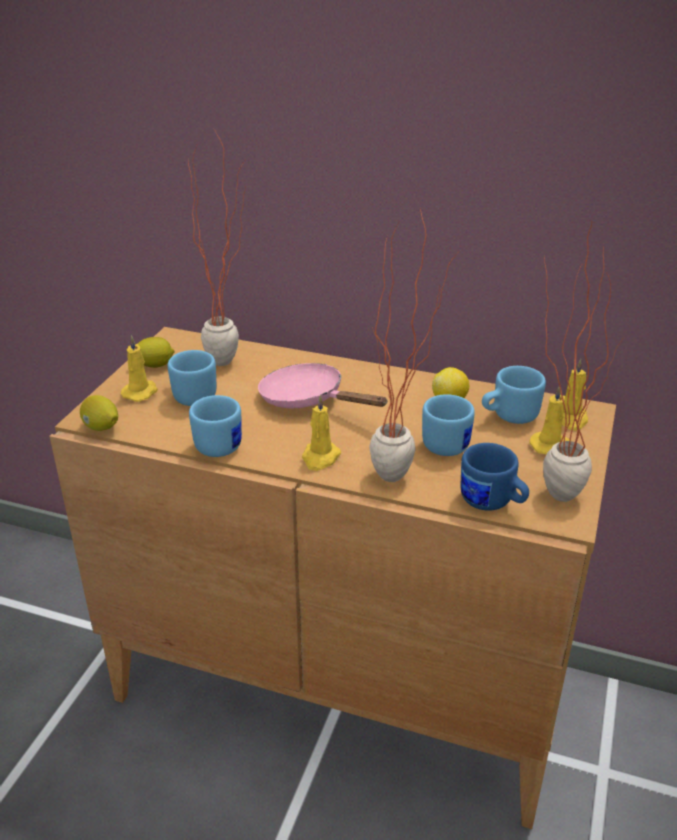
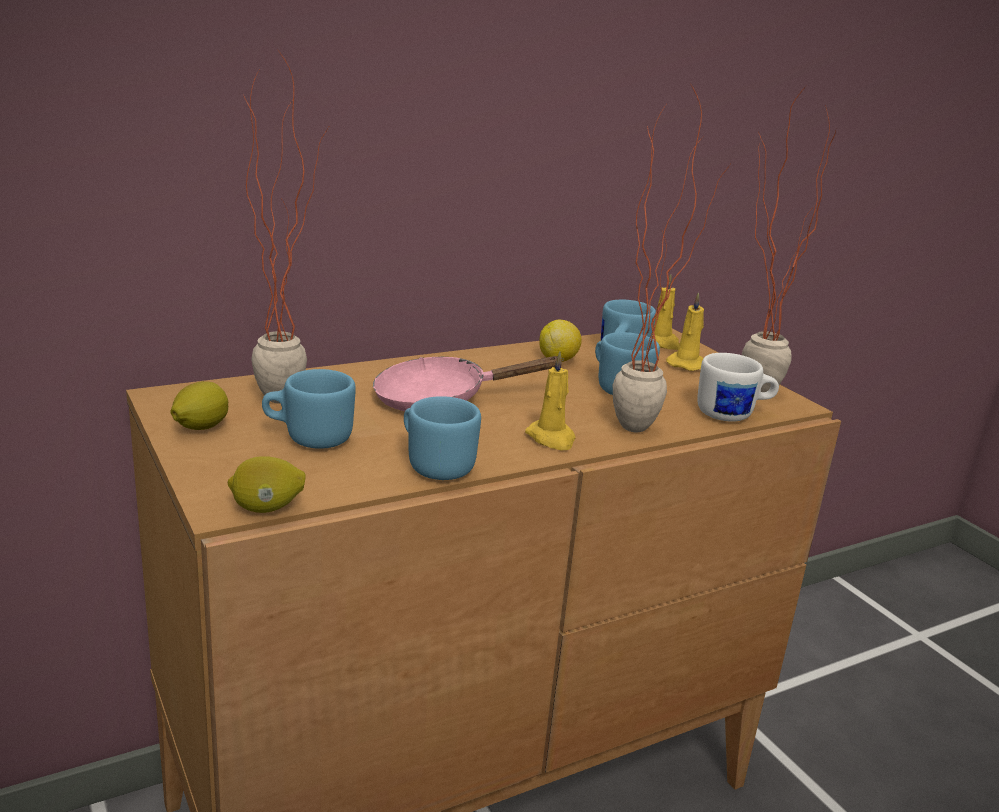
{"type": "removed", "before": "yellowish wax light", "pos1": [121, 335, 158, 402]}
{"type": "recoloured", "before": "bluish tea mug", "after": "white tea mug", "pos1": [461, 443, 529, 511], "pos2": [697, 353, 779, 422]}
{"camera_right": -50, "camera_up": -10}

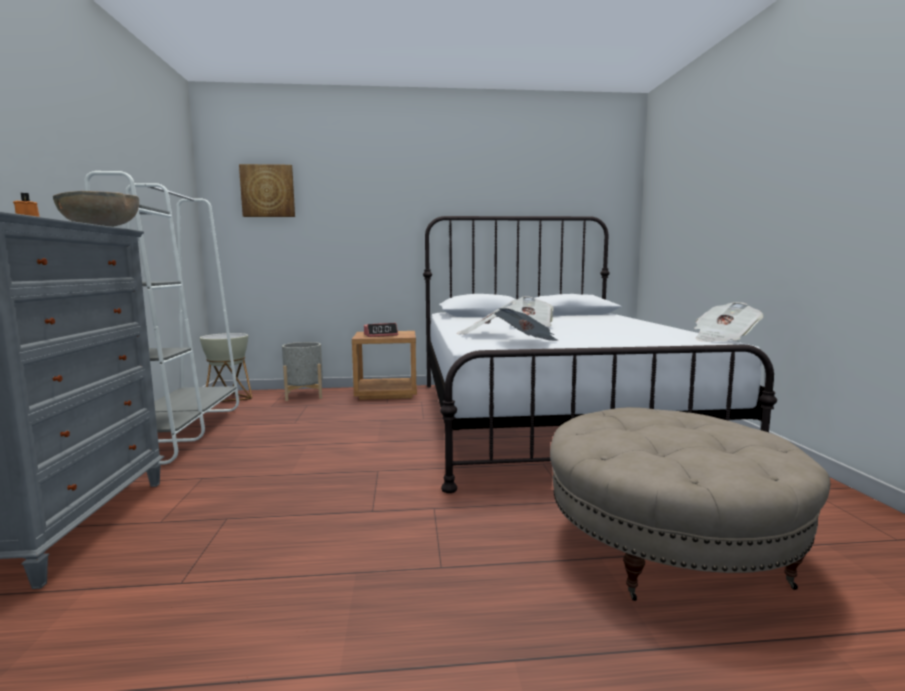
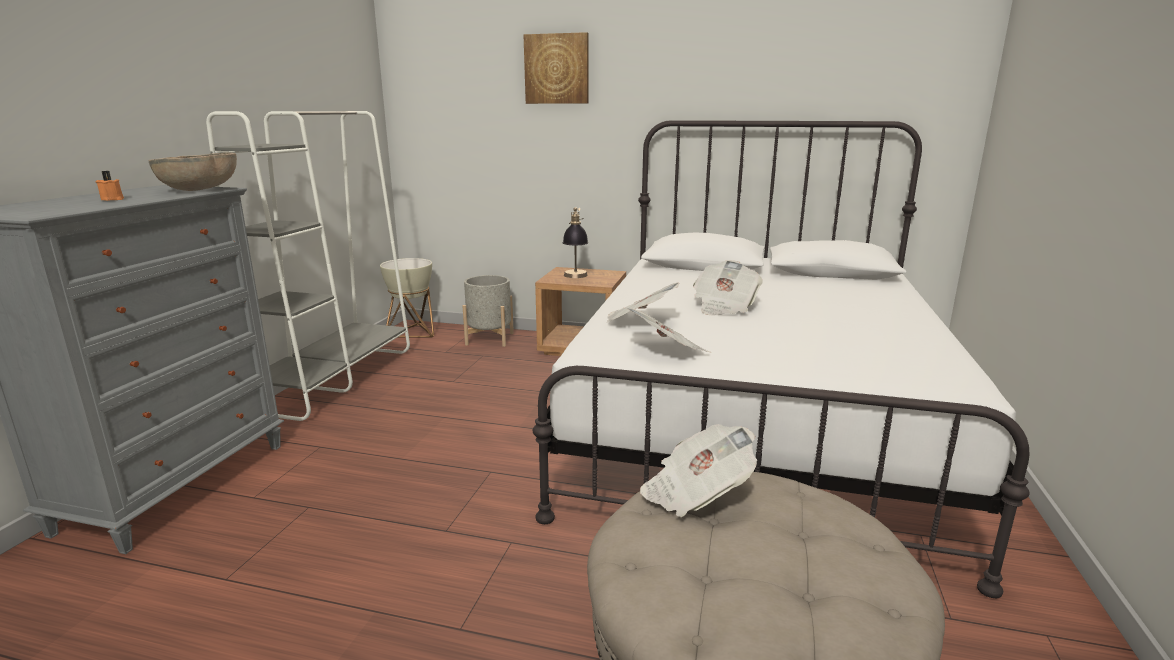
{"type": "moved", "before": "wall picture", "pos1": [239, 164, 295, 217], "pos2": [523, 32, 589, 104]}
{"type": "moved", "before": "daily paper", "pos1": [694, 302, 764, 342], "pos2": [640, 424, 757, 517]}
{"type": "replaced", "before": "table clock", "after": "lamp for a table", "pos1": [364, 323, 398, 337], "pos2": [563, 207, 588, 278]}
{"camera_right": 20, "camera_up": 10}

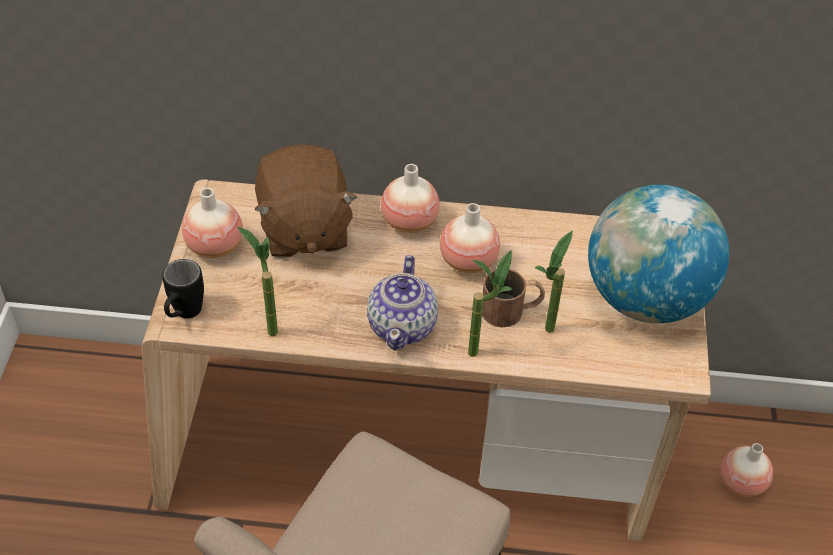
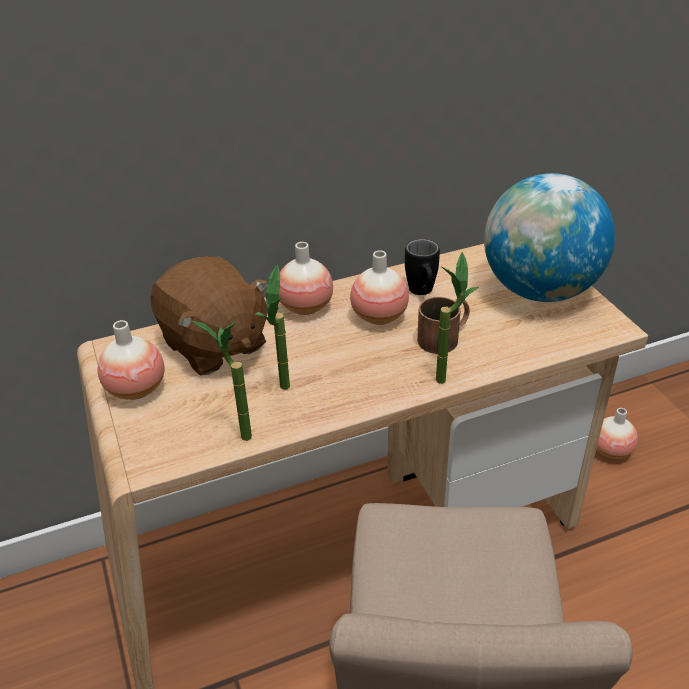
{"type": "moved", "before": "houseplant", "pos1": [534, 230, 573, 333], "pos2": [255, 264, 290, 389]}
{"type": "removed", "before": "pot for tea", "pos1": [367, 255, 438, 351]}
{"type": "moved", "before": "black-coloured tea mug", "pos1": [162, 259, 204, 318], "pos2": [405, 239, 440, 295]}
{"camera_right": -25, "camera_up": -10}

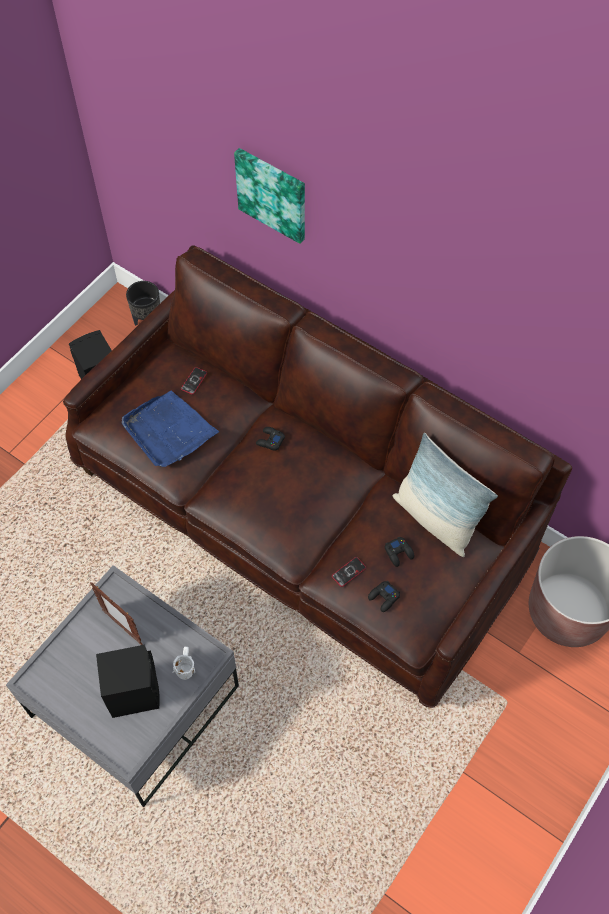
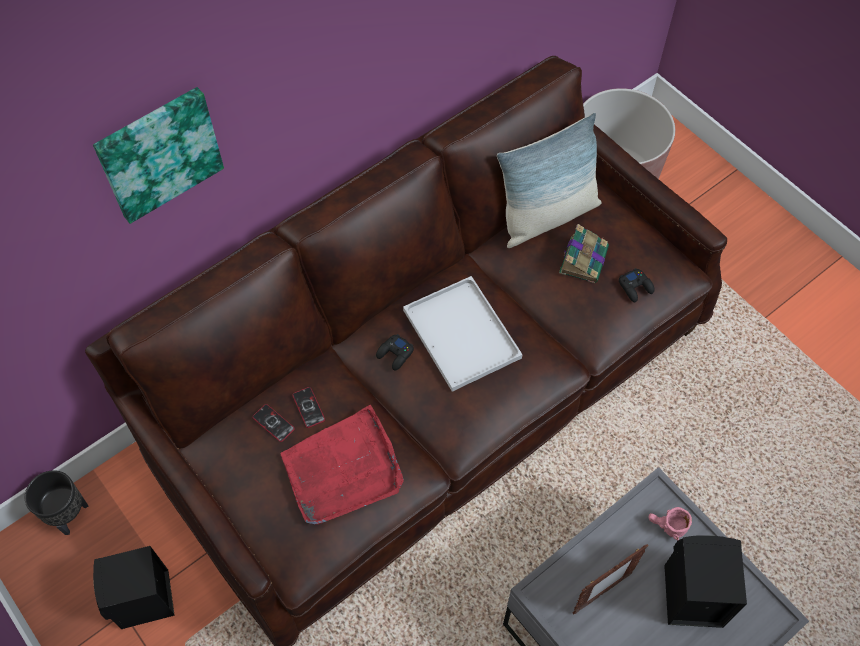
{"type": "recoloured", "before": "bluish tray", "after": "red tray", "pos1": [122, 391, 219, 467], "pos2": [280, 405, 404, 524]}
{"type": "replaced", "before": "black-coloured game controller", "after": "bound book", "pos1": [385, 537, 414, 567], "pos2": [559, 224, 609, 283]}
{"type": "moved", "before": "handset", "pos1": [332, 557, 366, 587], "pos2": [292, 387, 325, 428]}
{"type": "recoloured", "before": "white tea mug", "after": "pink tea mug", "pos1": [172, 647, 195, 680], "pos2": [649, 507, 692, 540]}
{"type": "added", "after": "white tray", "pos2": [403, 276, 523, 392]}
{"camera_right": -75, "camera_up": 0}

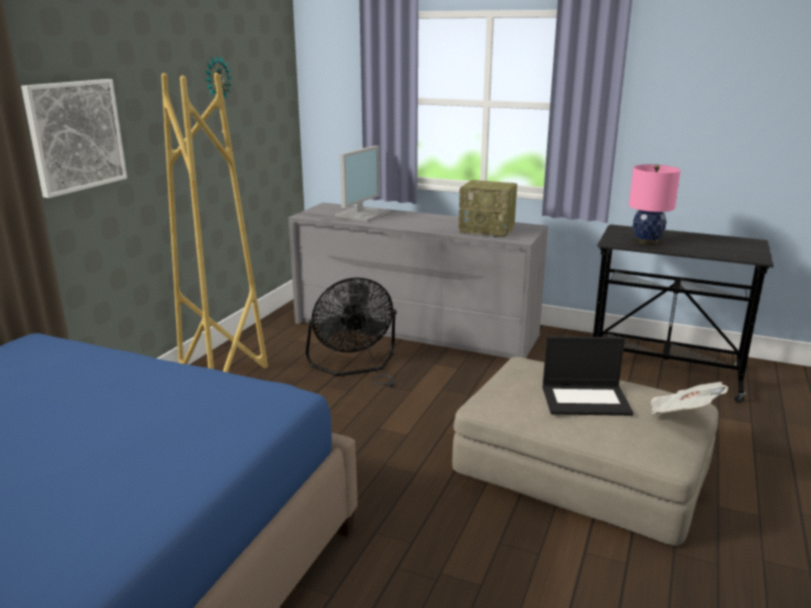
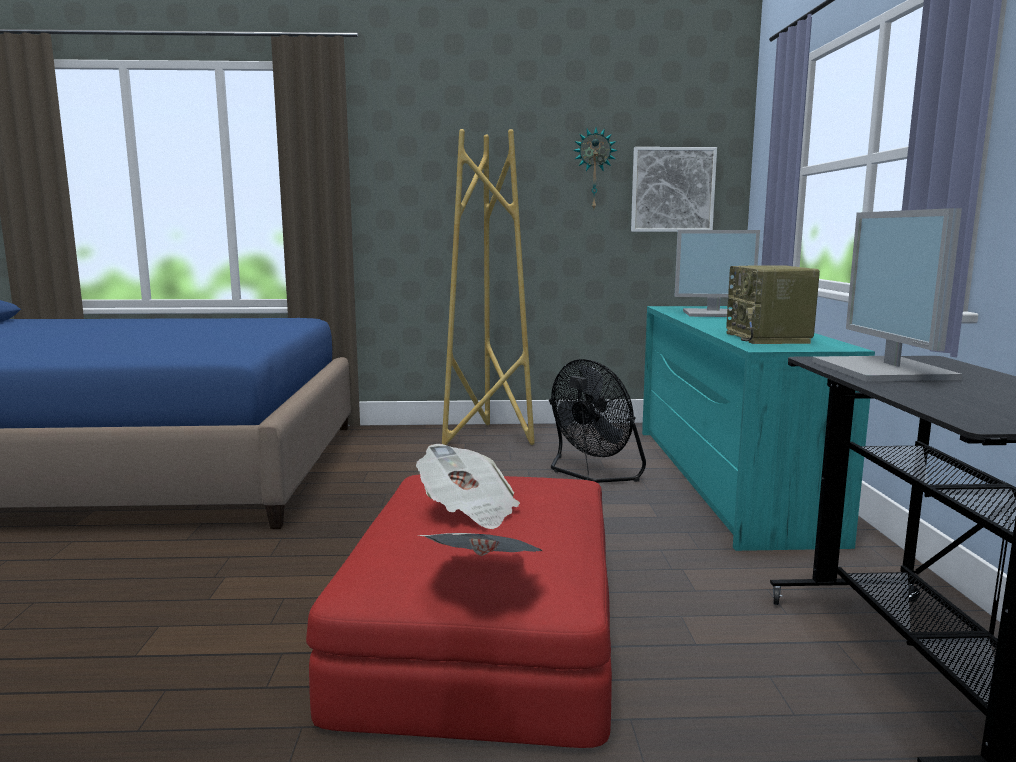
{"type": "moved", "before": "wall picture", "pos1": [21, 79, 127, 198], "pos2": [631, 147, 717, 232]}
{"type": "replaced", "before": "pink lamp for a table", "after": "monitor", "pos1": [629, 164, 681, 245], "pos2": [812, 208, 962, 381]}
{"type": "recoloured", "before": "gray dresser", "after": "blue-green dresser", "pos1": [288, 203, 548, 358], "pos2": [642, 306, 875, 551]}
{"type": "replaced", "before": "laptop", "after": "daily paper", "pos1": [542, 336, 634, 416], "pos2": [416, 444, 520, 529]}
{"type": "recoloured", "before": "sand-coloured pouffe", "after": "red pouffe", "pos1": [452, 357, 719, 546], "pos2": [306, 475, 612, 748]}
{"camera_right": 65, "camera_up": -10}

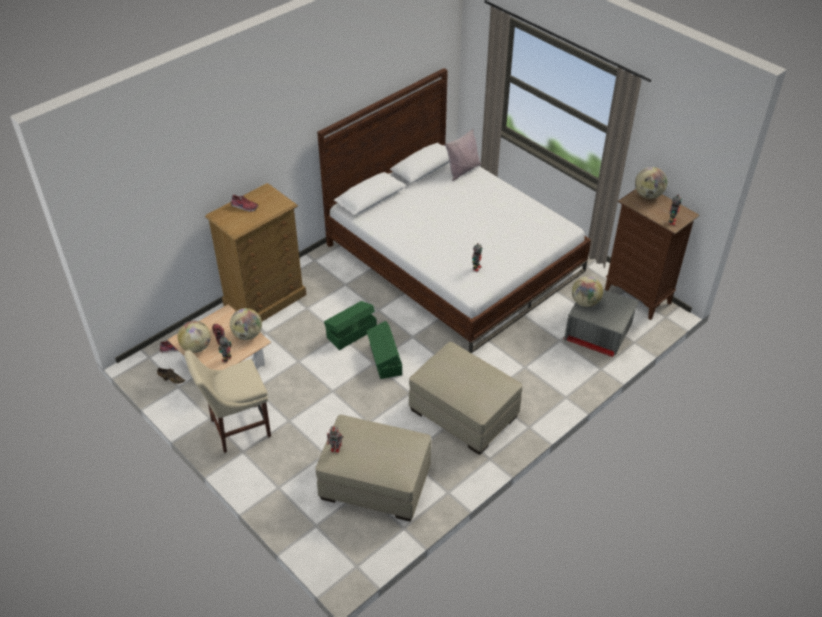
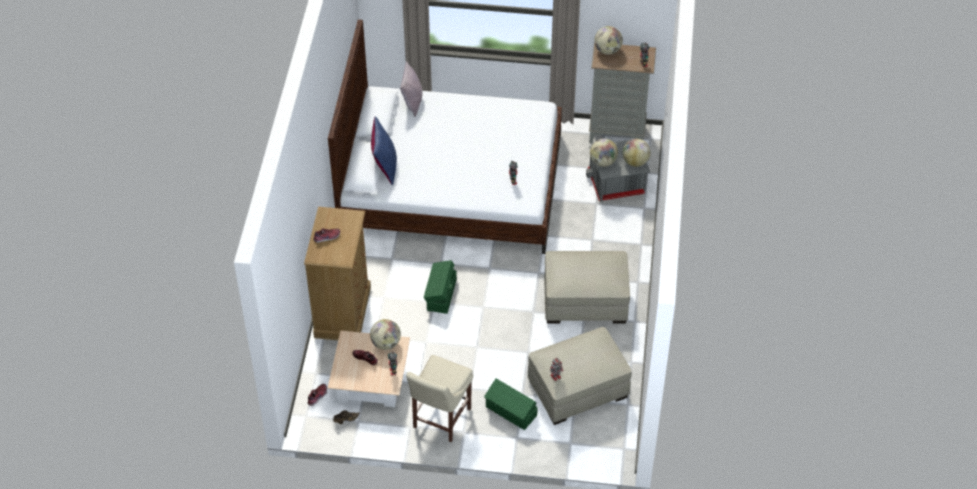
{"type": "recoloured", "before": "brown dresser", "after": "gray dresser", "pos1": [605, 189, 699, 320], "pos2": [589, 43, 656, 144]}
{"type": "moved", "before": "desk globe", "pos1": [178, 321, 211, 353], "pos2": [622, 139, 651, 167]}
{"type": "moved", "before": "greenish storage box", "pos1": [367, 321, 402, 379], "pos2": [484, 379, 538, 430]}
{"type": "added", "after": "bluish pillow", "pos2": [371, 116, 397, 185]}
{"camera_right": -40, "camera_up": 5}

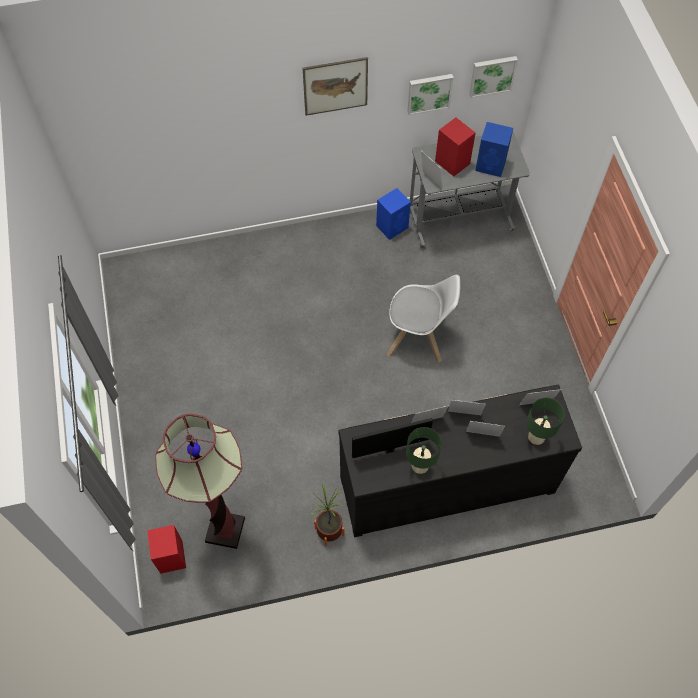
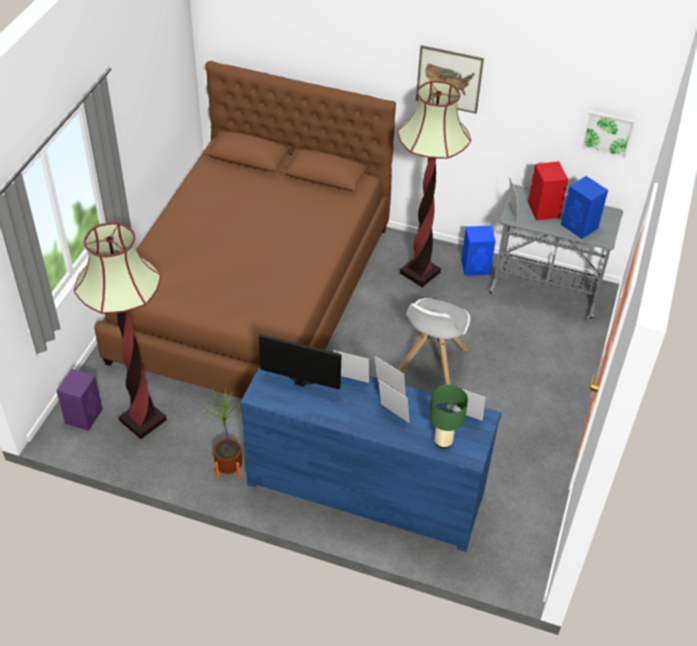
{"type": "removed", "before": "wall picture", "pos1": [407, 74, 454, 115]}
{"type": "turned", "before": "plain chair", "pos1": [386, 275, 460, 362], "pos2": [398, 298, 470, 385], "turn": 75}
{"type": "recoloured", "before": "black-coloured dresser", "after": "bluish dresser", "pos1": [338, 385, 582, 537], "pos2": [240, 366, 501, 552]}
{"type": "removed", "before": "greenish lamp for a table", "pos1": [406, 427, 442, 474]}
{"type": "recoloured", "before": "red speaker", "after": "purplish speaker", "pos1": [147, 525, 186, 574], "pos2": [56, 369, 103, 431]}
{"type": "added", "after": "brown sleeping bed", "pos2": [94, 61, 396, 399]}
{"type": "added", "after": "standing lamp", "pos2": [398, 81, 471, 287]}
{"camera_right": 30, "camera_up": -15}

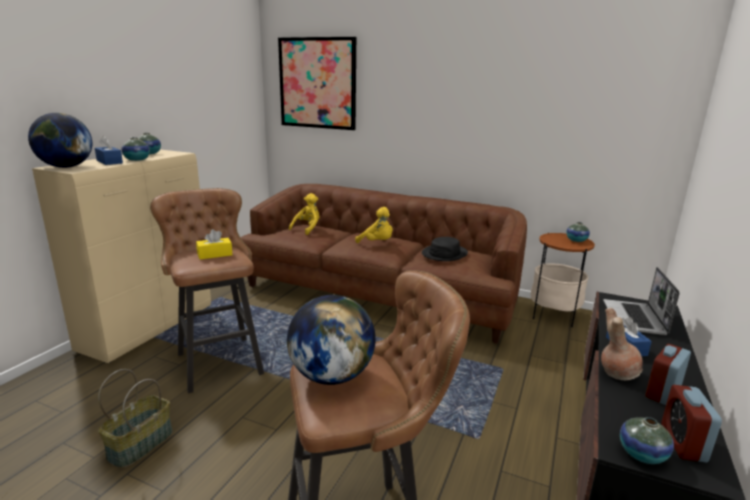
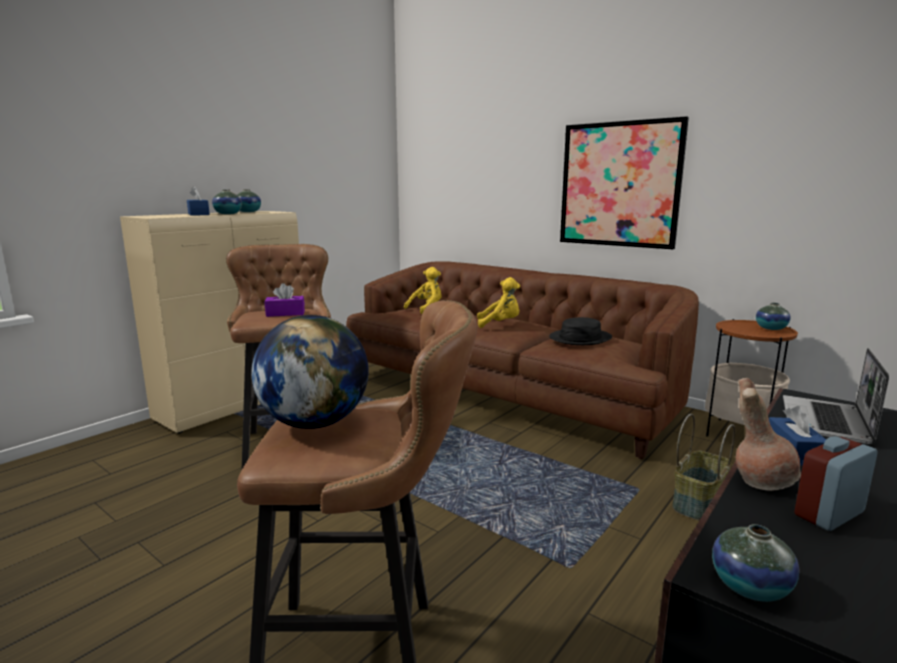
{"type": "moved", "before": "wall picture", "pos1": [278, 37, 356, 130], "pos2": [560, 116, 689, 249]}
{"type": "removed", "before": "desk globe", "pos1": [28, 113, 92, 168]}
{"type": "turned", "before": "yellowish soft toy", "pos1": [355, 207, 393, 243], "pos2": [477, 277, 520, 328], "turn": -45}
{"type": "recoloured", "before": "yellowish tissue holder", "after": "purplish tissue holder", "pos1": [196, 229, 232, 260], "pos2": [264, 283, 305, 317]}
{"type": "moved", "before": "household basket", "pos1": [98, 369, 173, 468], "pos2": [672, 414, 735, 521]}
{"type": "removed", "before": "table clock", "pos1": [661, 385, 722, 463]}
{"camera_right": 15, "camera_up": -5}

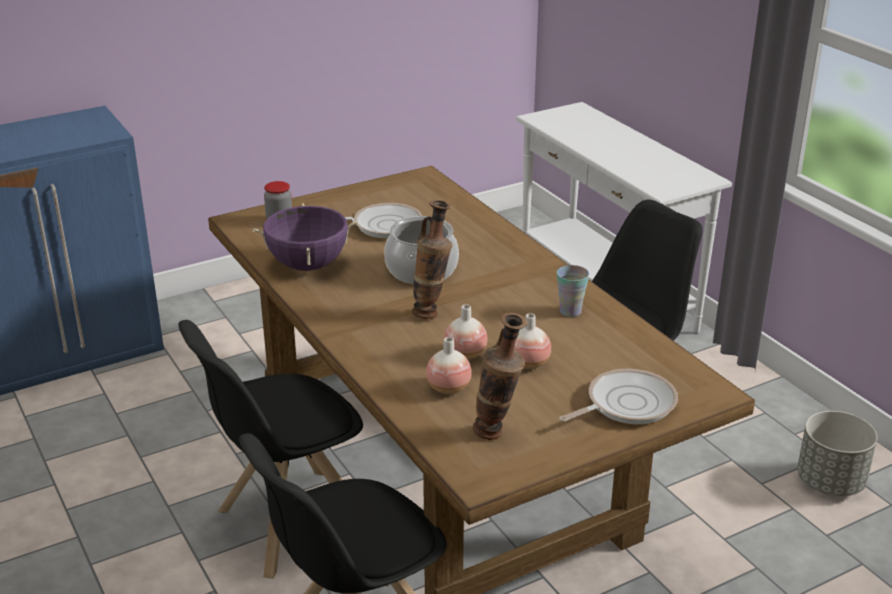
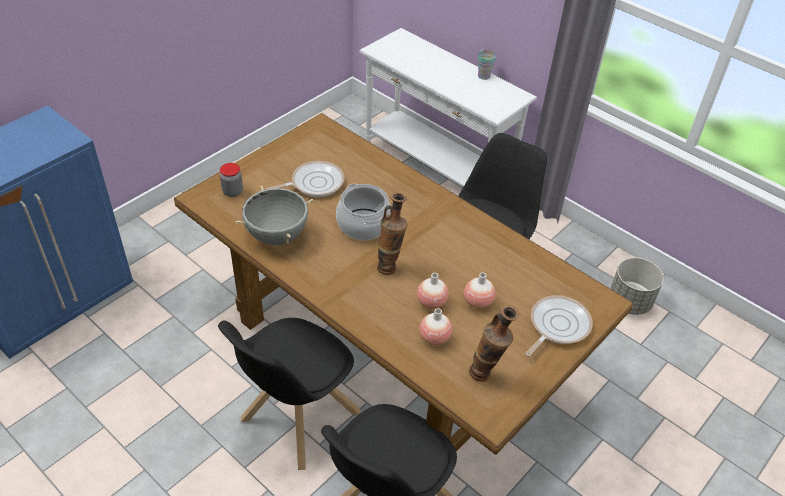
{"type": "recoloured", "before": "purplish stockpot", "after": "gray stockpot", "pos1": [252, 203, 358, 271], "pos2": [236, 186, 313, 245]}
{"type": "moved", "before": "drinking cup", "pos1": [557, 265, 589, 317], "pos2": [478, 50, 496, 80]}
{"camera_right": -20, "camera_up": 15}

